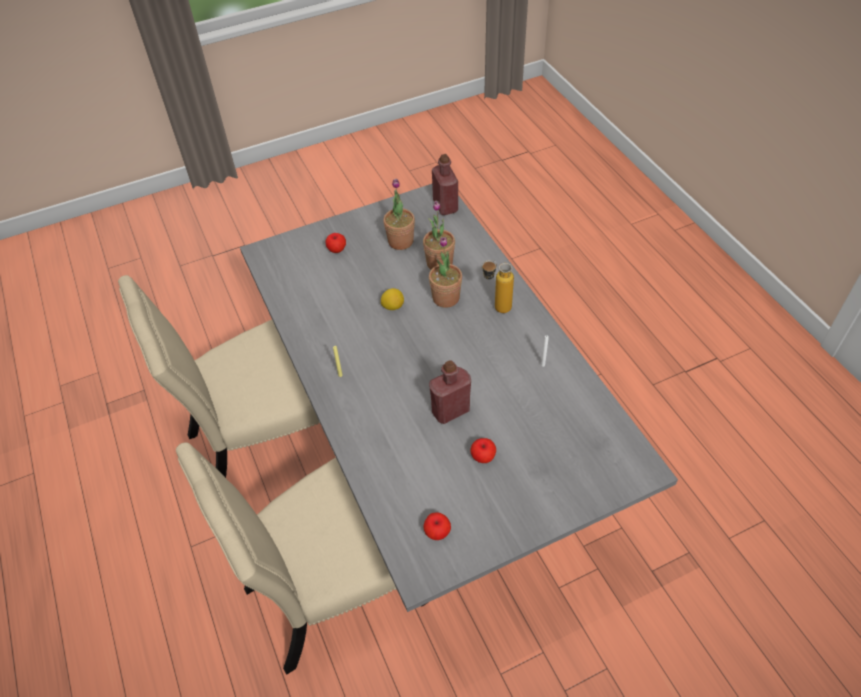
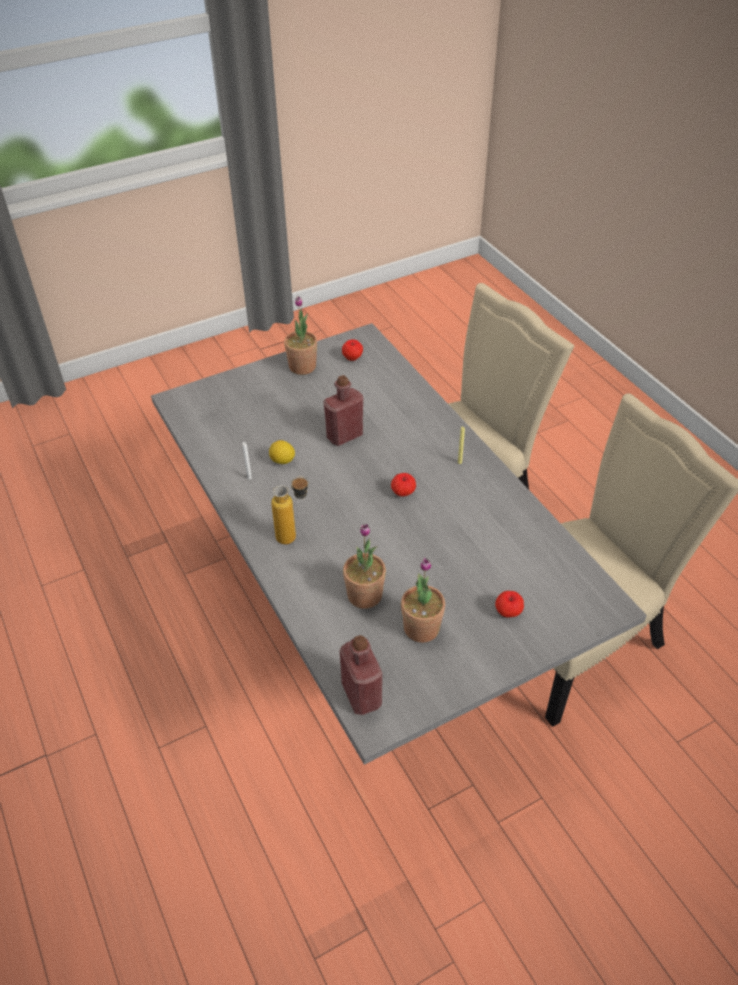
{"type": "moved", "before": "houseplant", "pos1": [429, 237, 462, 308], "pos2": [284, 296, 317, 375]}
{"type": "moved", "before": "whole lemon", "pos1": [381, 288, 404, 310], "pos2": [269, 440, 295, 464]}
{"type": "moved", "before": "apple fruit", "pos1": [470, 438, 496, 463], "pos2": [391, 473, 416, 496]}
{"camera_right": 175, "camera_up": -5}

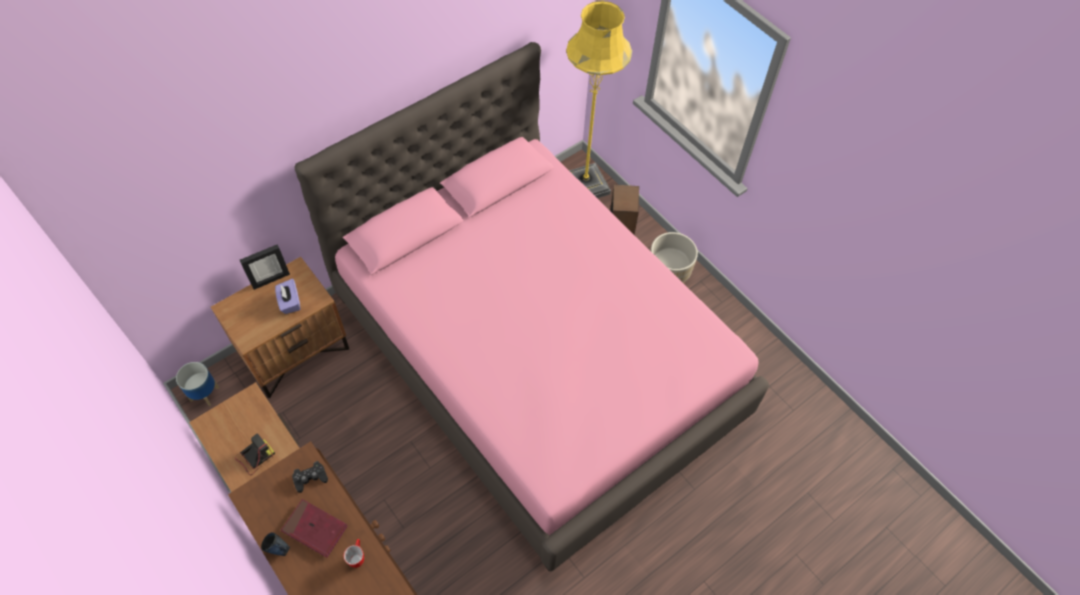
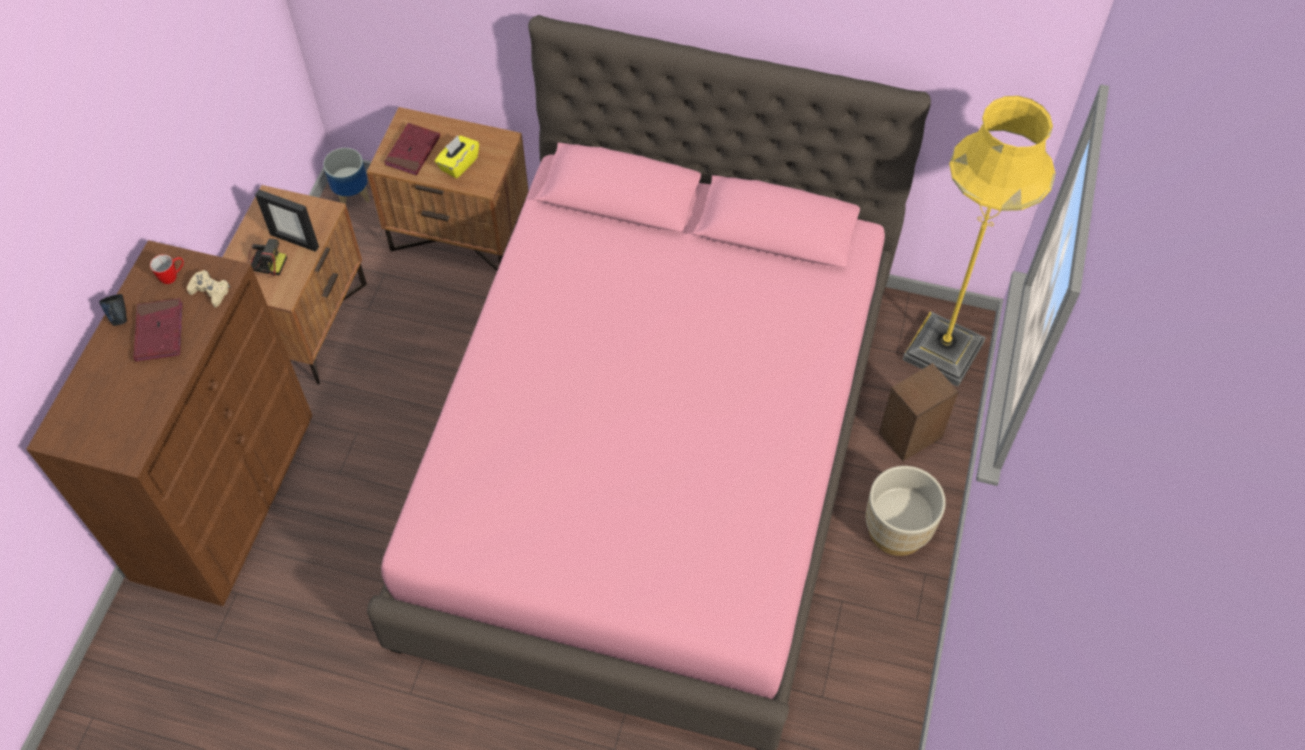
{"type": "moved", "before": "picture frame", "pos1": [240, 244, 290, 290], "pos2": [255, 190, 319, 252]}
{"type": "recoloured", "before": "purplish tissue holder", "after": "yellowish tissue holder", "pos1": [275, 279, 300, 314], "pos2": [435, 135, 479, 178]}
{"type": "recoloured", "before": "black-coloured game controller", "after": "sand-coloured game controller", "pos1": [292, 461, 328, 493], "pos2": [187, 270, 230, 307]}
{"type": "moved", "before": "tea mug", "pos1": [343, 539, 364, 568], "pos2": [150, 254, 184, 284]}
{"type": "added", "after": "red bound book", "pos2": [384, 123, 440, 176]}
{"camera_right": 55, "camera_up": 0}

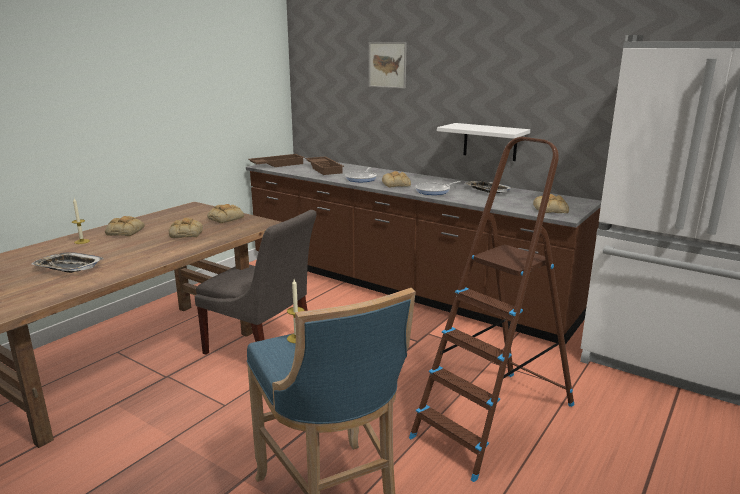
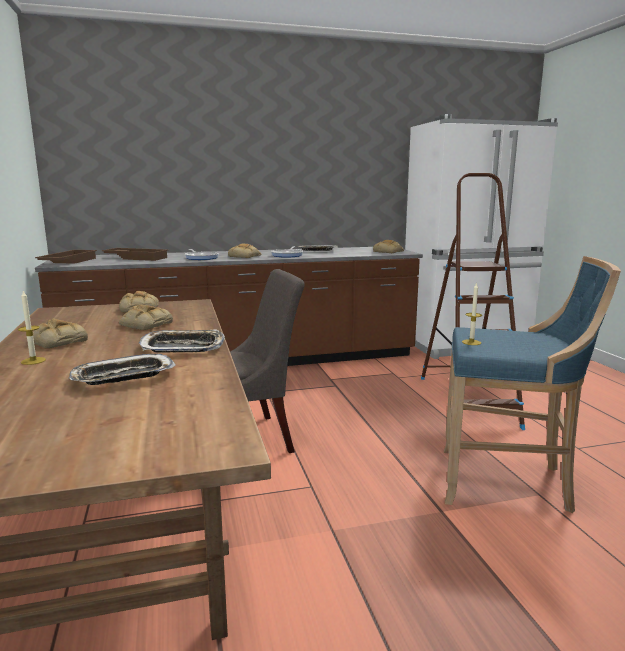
{"type": "removed", "before": "wall picture", "pos1": [369, 42, 407, 89]}
{"type": "removed", "before": "white bracket shelf", "pos1": [437, 123, 530, 161]}
{"type": "added", "after": "tray", "pos2": [139, 329, 225, 353]}
{"camera_right": -50, "camera_up": -5}

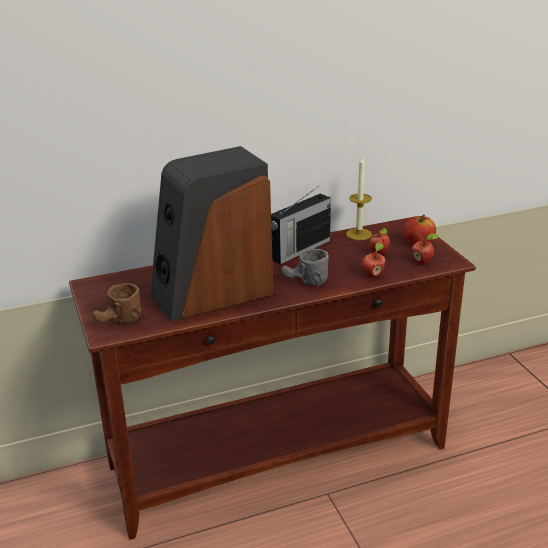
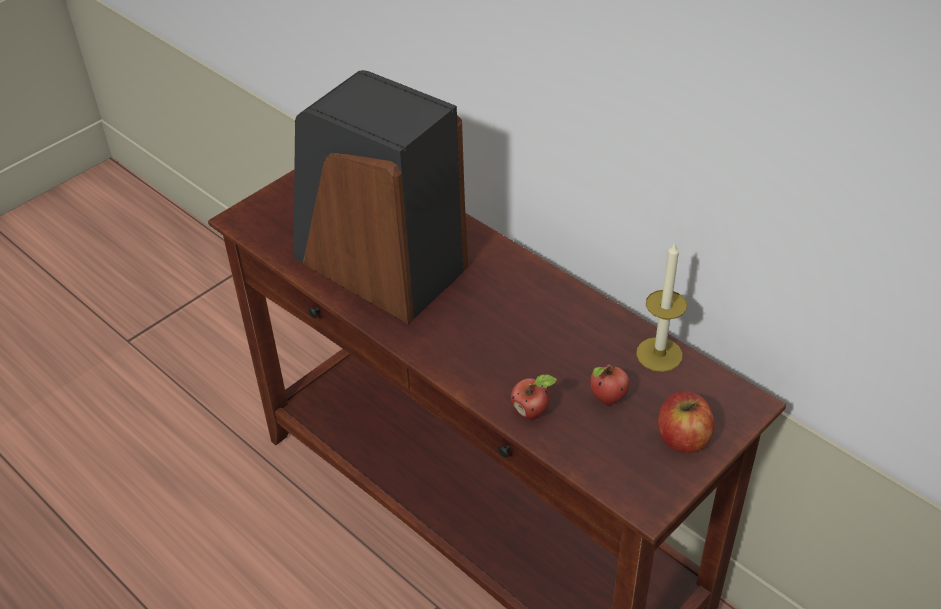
{"type": "removed", "before": "radio receiver", "pos1": [271, 185, 331, 264]}
{"type": "removed", "before": "apple fruit", "pos1": [412, 233, 439, 264]}
{"type": "removed", "before": "gray tea mug", "pos1": [281, 248, 329, 286]}
{"type": "removed", "before": "brown tea mug", "pos1": [92, 283, 141, 324]}
{"camera_right": 65, "camera_up": 15}

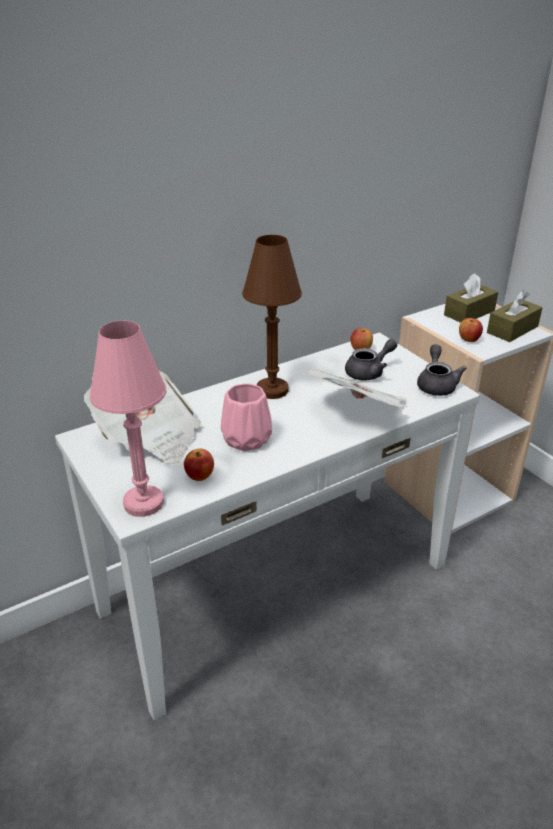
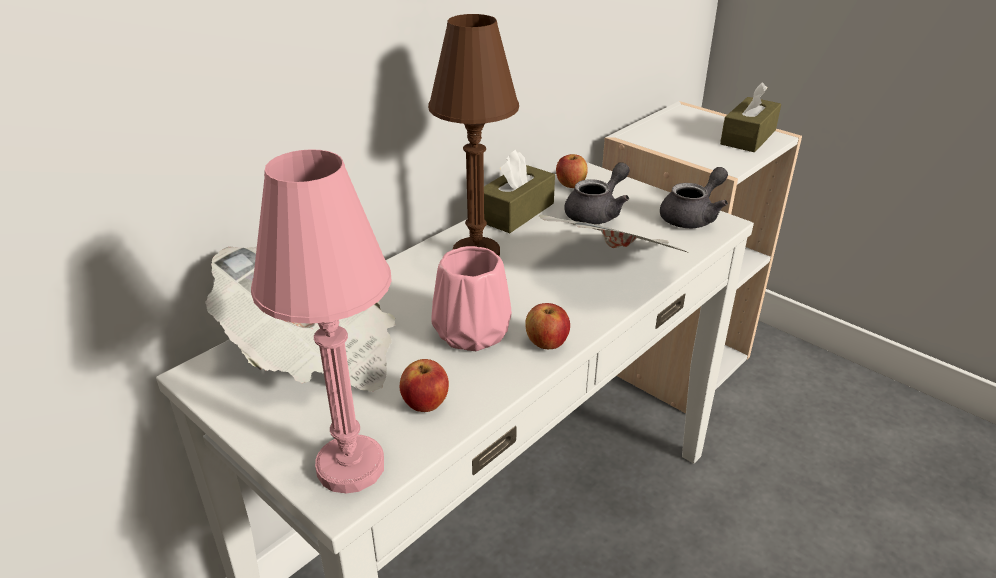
{"type": "moved", "before": "brown tissue holder", "pos1": [444, 273, 498, 323], "pos2": [484, 150, 555, 233]}
{"type": "moved", "before": "apple fruit", "pos1": [459, 318, 483, 342], "pos2": [525, 303, 570, 349]}
{"type": "turned", "before": "gray pot for tea", "pos1": [417, 344, 467, 396], "pos2": [660, 167, 728, 228], "turn": 60}
{"camera_right": -15, "camera_up": 0}

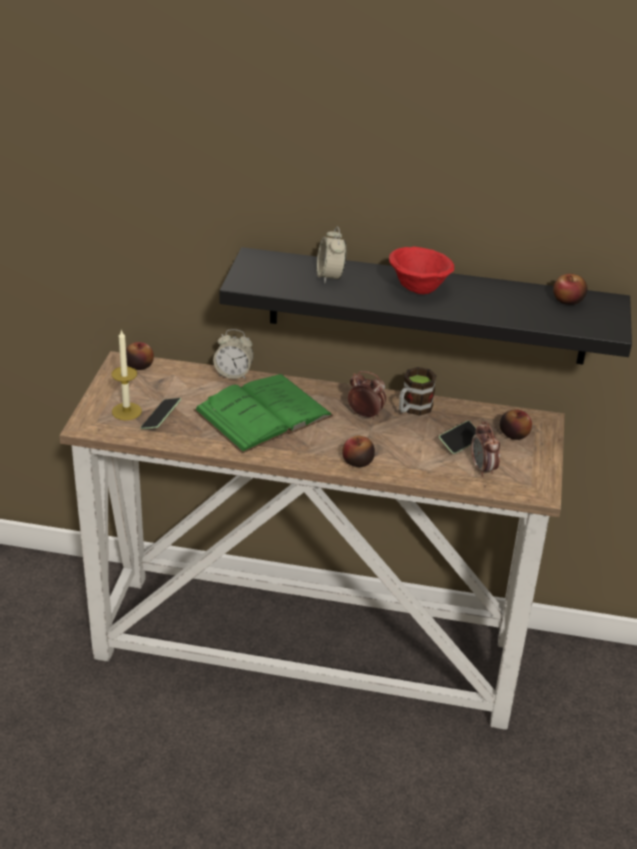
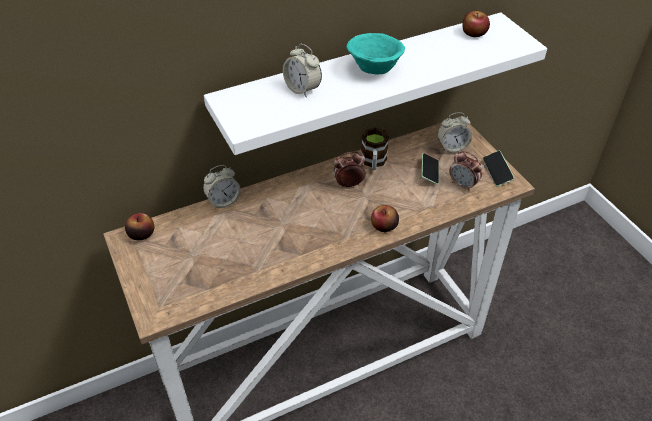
{"type": "recoloured", "before": "black-coloured bracket shelf", "after": "white bracket shelf", "pos1": [219, 247, 632, 364], "pos2": [204, 12, 547, 155]}
{"type": "recoloured", "before": "red deep dish", "after": "blue-green deep dish", "pos1": [389, 247, 454, 294], "pos2": [346, 33, 405, 74]}
{"type": "removed", "before": "wax light", "pos1": [111, 329, 142, 420]}
{"type": "removed", "before": "greenish bound book", "pos1": [194, 374, 333, 453]}
{"type": "moved", "before": "handset", "pos1": [140, 398, 181, 429], "pos2": [483, 151, 514, 187]}
{"type": "replaced", "before": "apple fruit", "after": "table clock", "pos1": [500, 409, 532, 440], "pos2": [438, 112, 472, 153]}
{"camera_right": -35, "camera_up": 10}

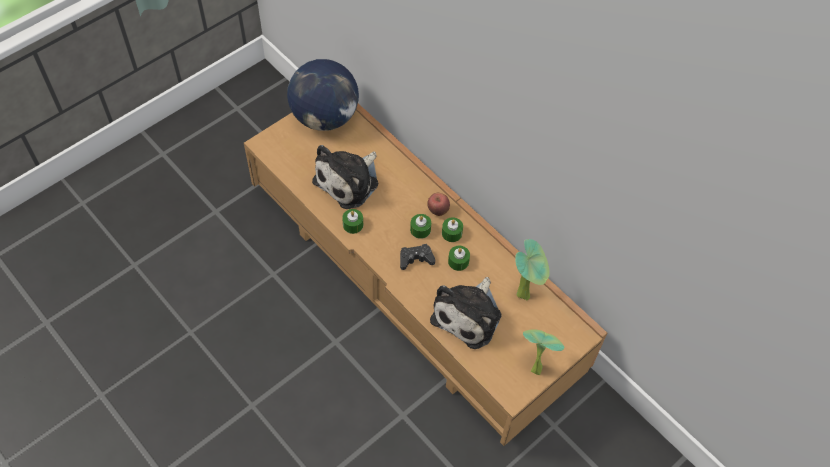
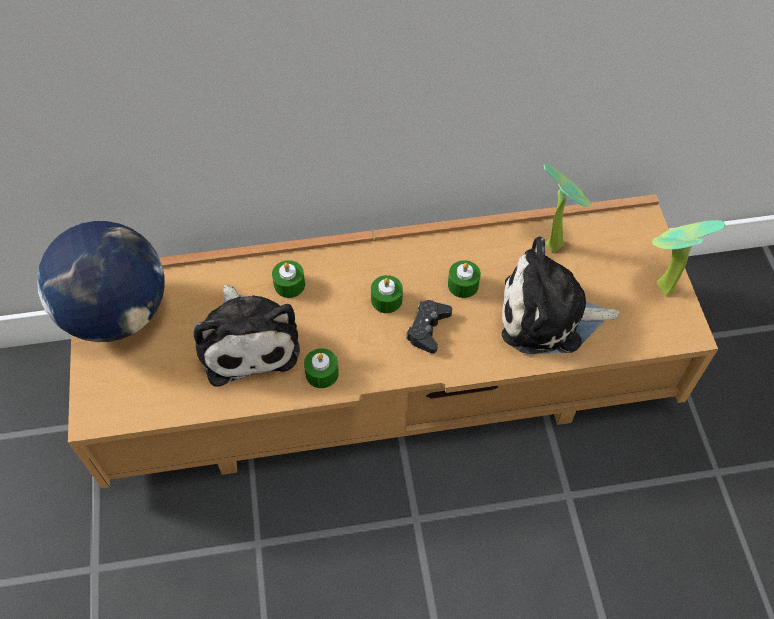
{"type": "removed", "before": "apple fruit", "pos1": [427, 193, 450, 216]}
{"type": "moved", "before": "greenish wax light", "pos1": [442, 217, 463, 242], "pos2": [272, 260, 305, 298]}
{"type": "turned", "before": "soft toy", "pos1": [430, 277, 501, 349], "pos2": [502, 237, 620, 354], "turn": 120}
{"camera_right": -55, "camera_up": 0}

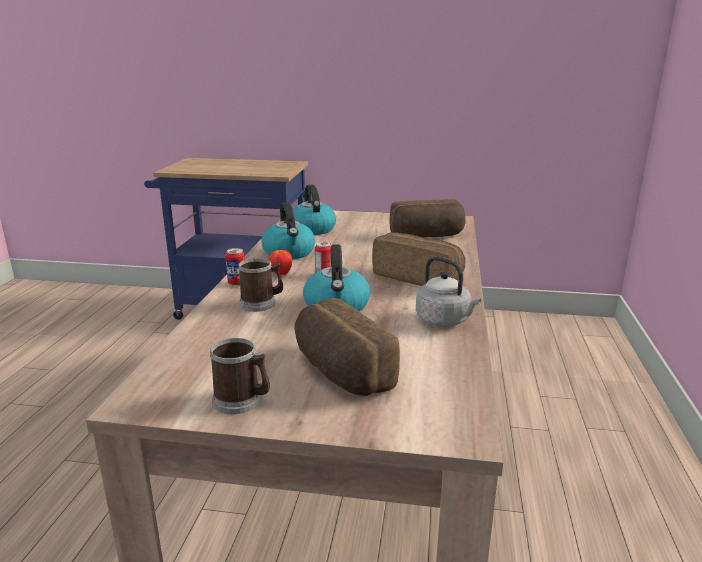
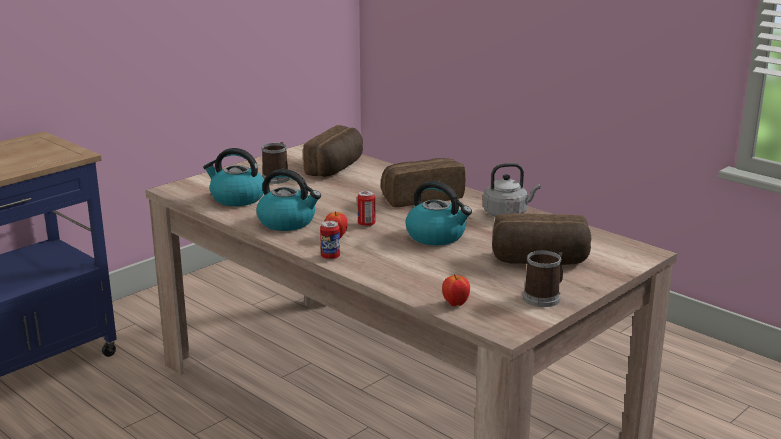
{"type": "moved", "before": "tea mug", "pos1": [238, 258, 283, 312], "pos2": [262, 142, 290, 184]}
{"type": "added", "after": "apple fruit", "pos2": [442, 274, 470, 306]}
{"camera_right": -55, "camera_up": 0}

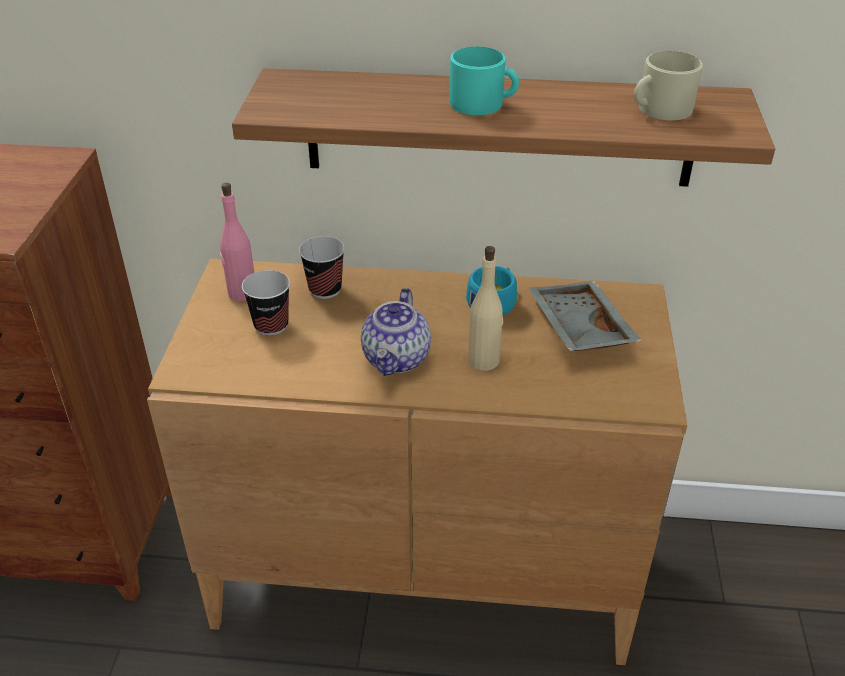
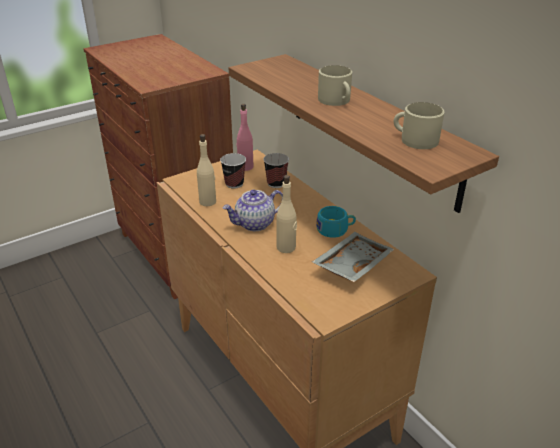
{"type": "recoloured", "before": "blue-green tea mug", "after": "sand-coloured tea mug", "pos1": [450, 47, 519, 115], "pos2": [318, 65, 352, 106]}
{"type": "added", "after": "sand-coloured bottle", "pos2": [197, 134, 216, 206]}
{"camera_right": 50, "camera_up": -5}

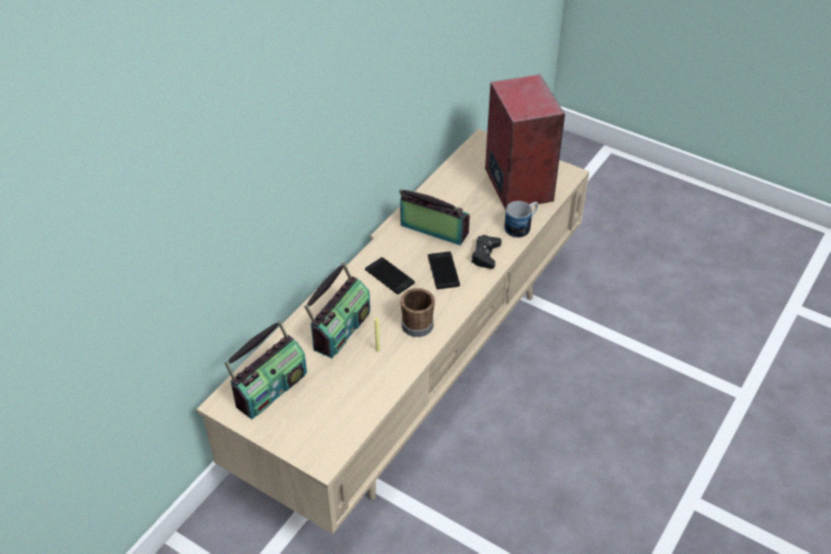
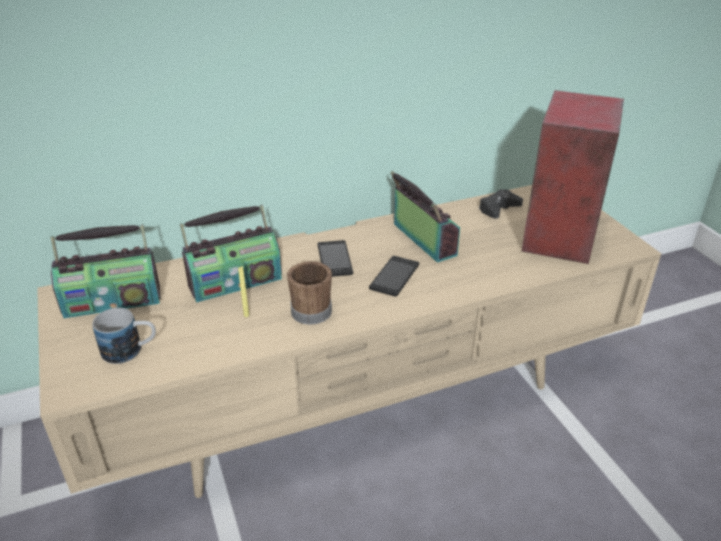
{"type": "moved", "before": "tea mug", "pos1": [504, 201, 538, 238], "pos2": [92, 308, 156, 364]}
{"type": "moved", "before": "black-coloured game controller", "pos1": [471, 235, 502, 269], "pos2": [479, 189, 523, 219]}
{"camera_right": 35, "camera_up": -10}

